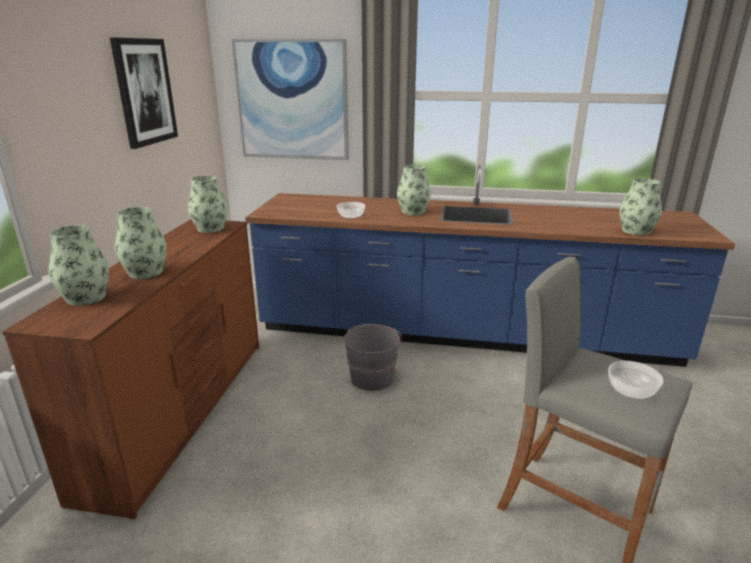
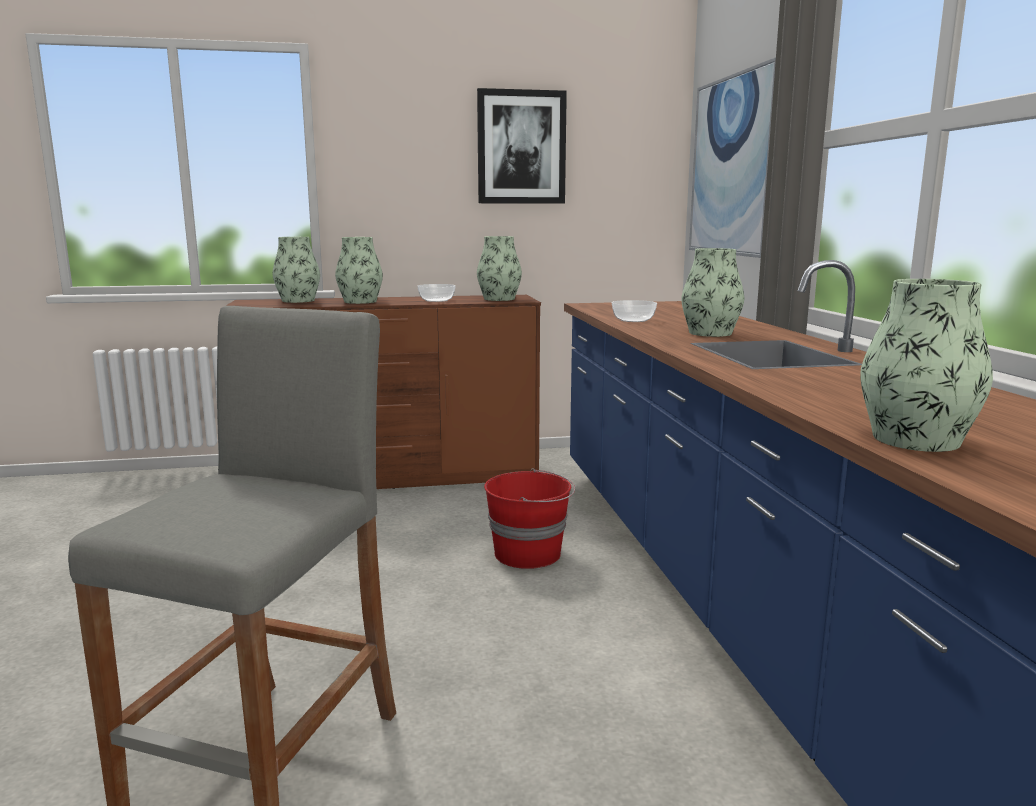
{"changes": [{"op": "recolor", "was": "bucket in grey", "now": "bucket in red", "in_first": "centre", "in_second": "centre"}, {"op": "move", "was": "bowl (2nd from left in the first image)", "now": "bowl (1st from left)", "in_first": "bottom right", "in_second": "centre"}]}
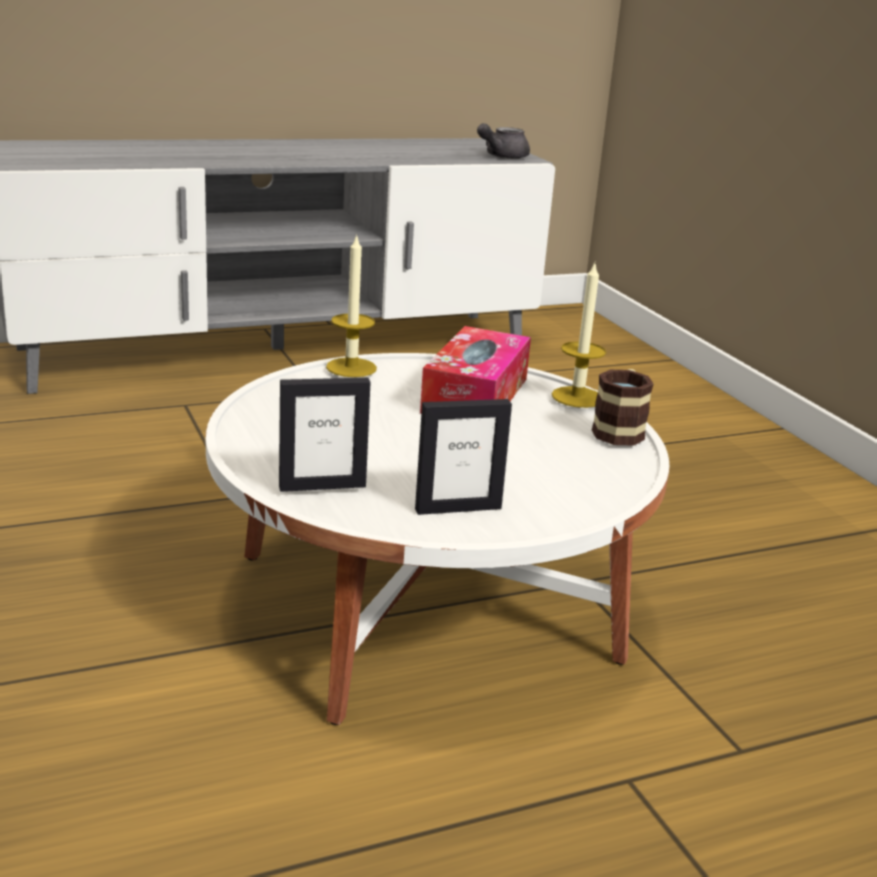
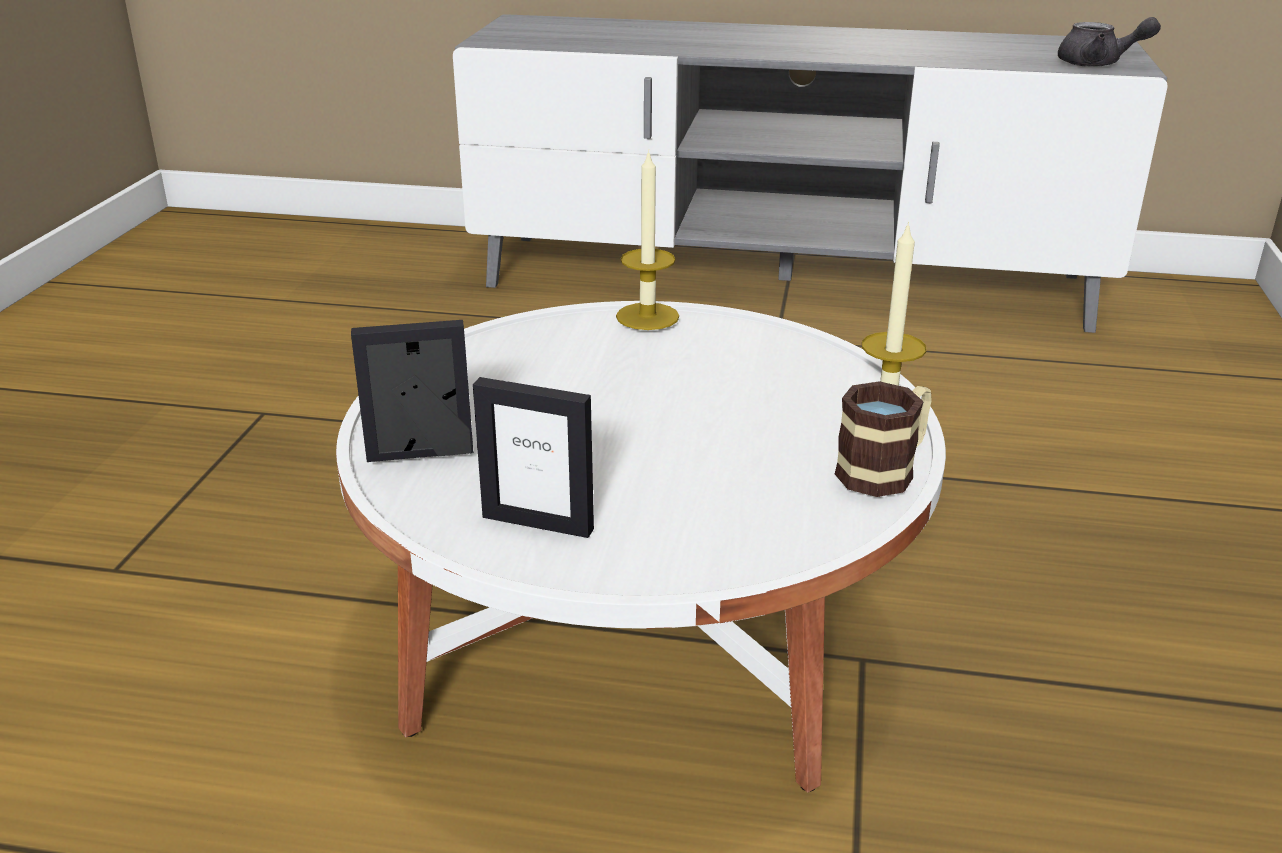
{"changes": [{"op": "rotate", "was": "picture frame (1st from left)", "in_first": "centre", "in_second": "middle left", "clockwise": 150}, {"op": "delete", "was": "tissue box", "in_first": "centre"}, {"op": "rotate", "was": "teapot in grey", "in_first": "top centre", "in_second": "top right", "clockwise": -150}]}
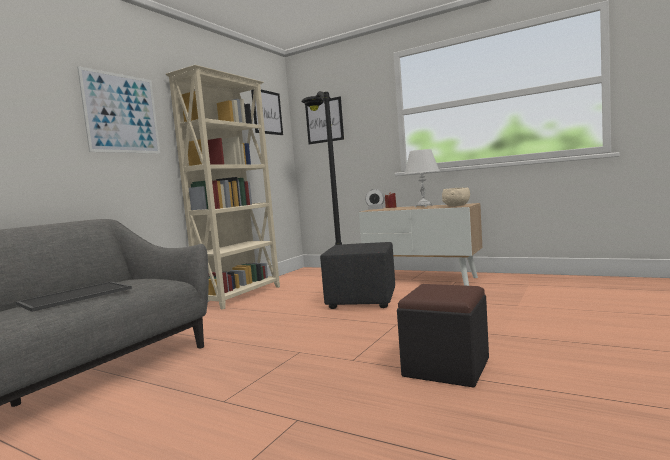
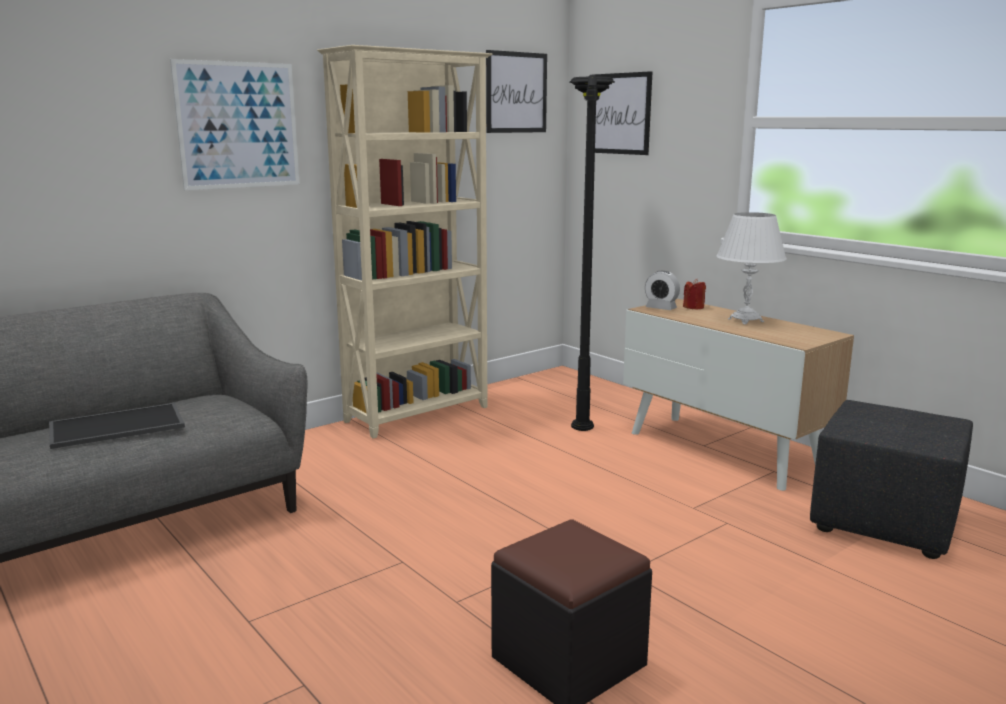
{"changes": [{"op": "move", "was": "ottoman in black (1st from left in the first image)", "now": "ottoman in black (2nd from left)", "in_first": "centre", "in_second": "bottom right"}, {"op": "delete", "was": "bowl in beige", "in_first": "middle right"}]}
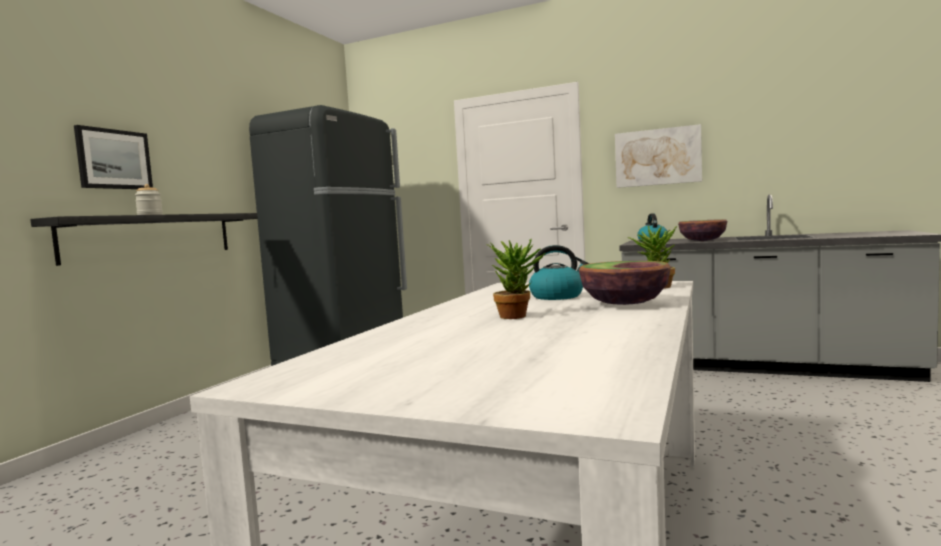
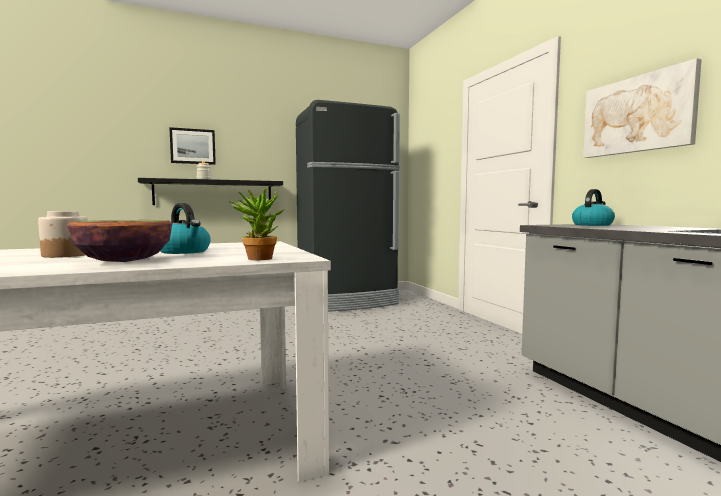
{"changes": [{"op": "replace", "was": "potted plant (1st from left)", "now": "jar (1st from left)", "in_first": "centre", "in_second": "middle left"}, {"op": "delete", "was": "bowl (2nd from left)", "in_first": "middle right"}]}
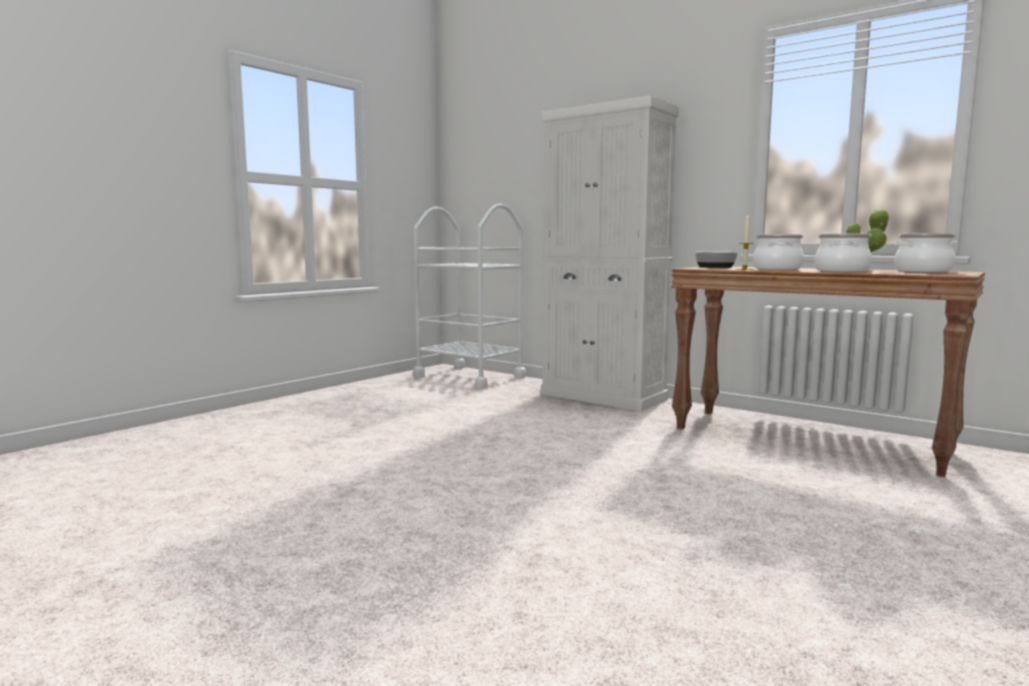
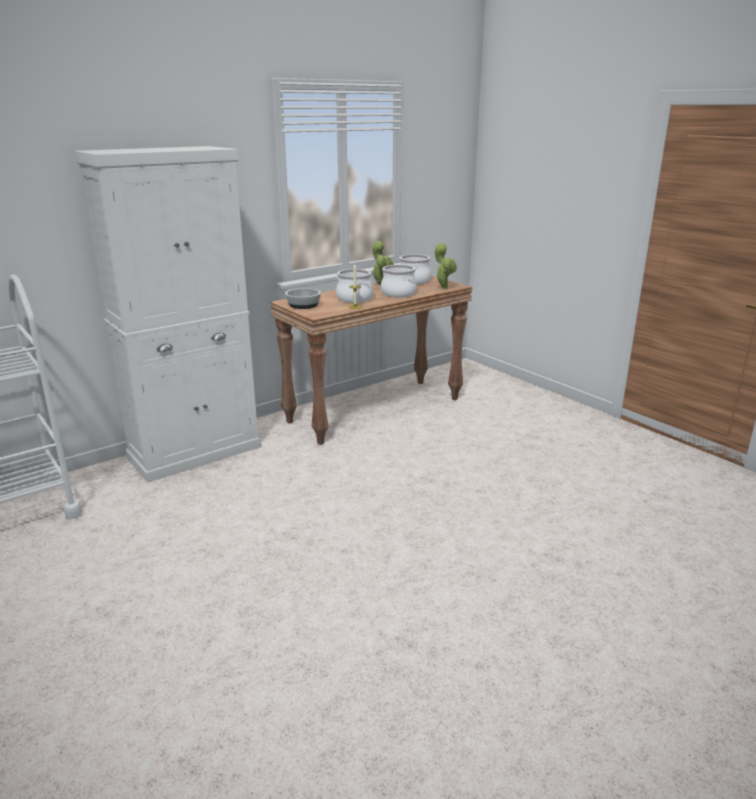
{"changes": [{"op": "insert", "now": "potted plant (2nd from left)", "in_second": "top centre"}]}
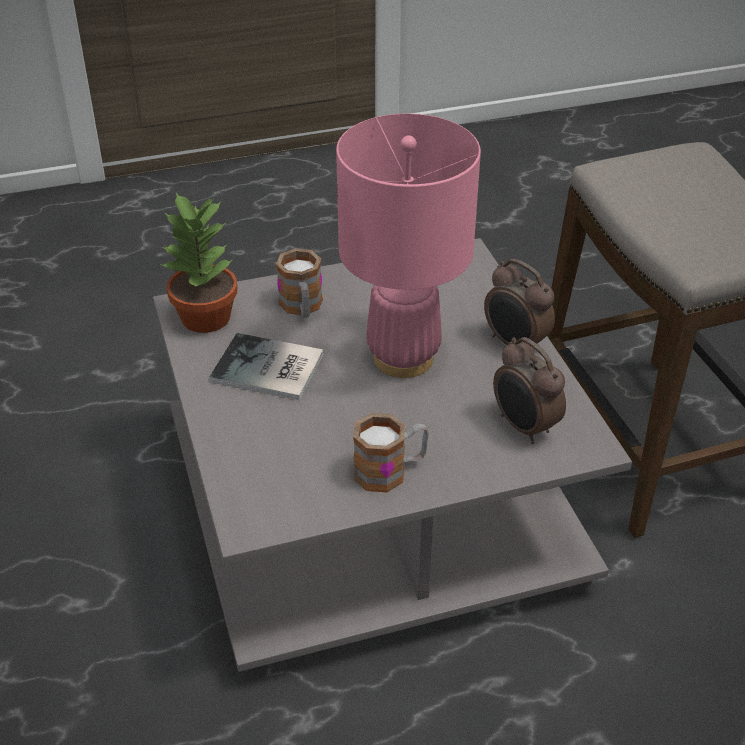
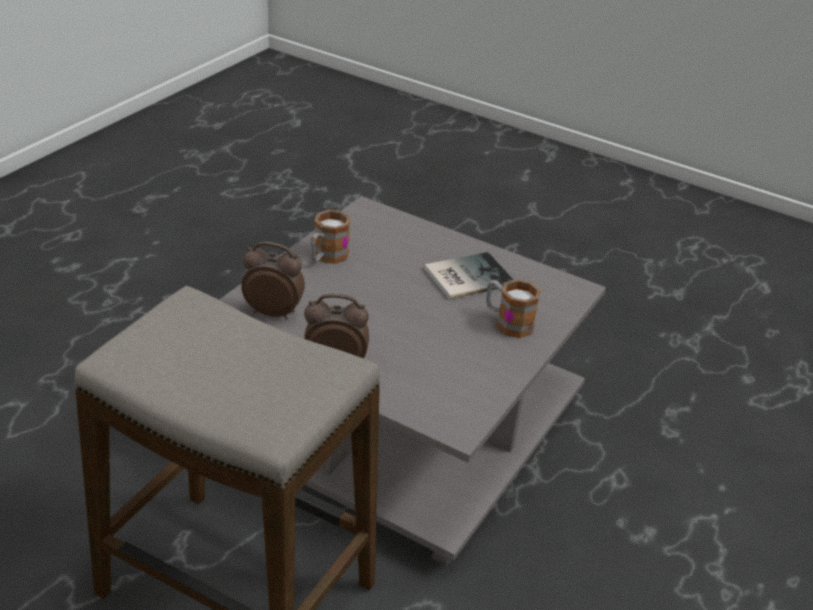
{"changes": [{"op": "delete", "was": "potted plant", "in_first": "middle left"}, {"op": "delete", "was": "table lamp in pink", "in_first": "top centre"}]}
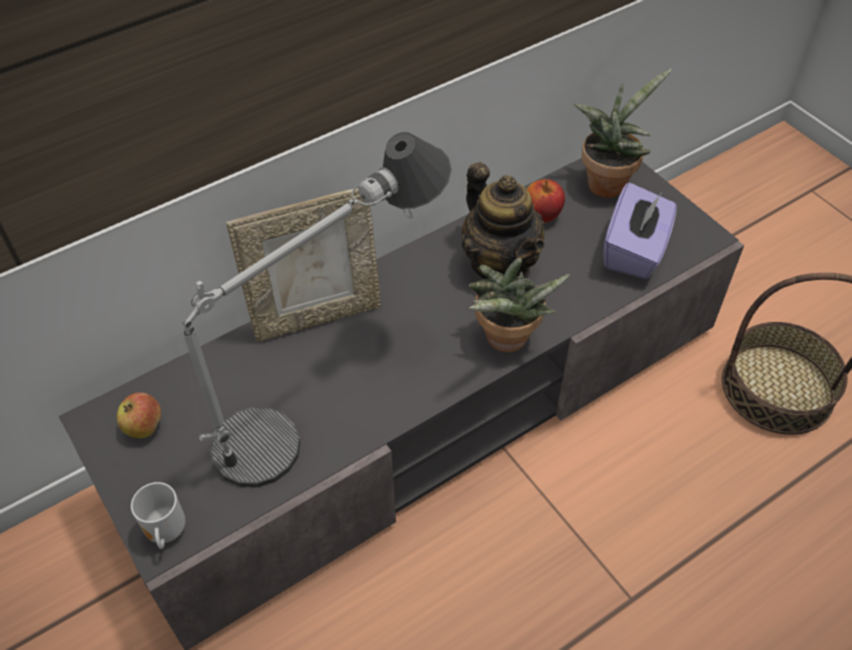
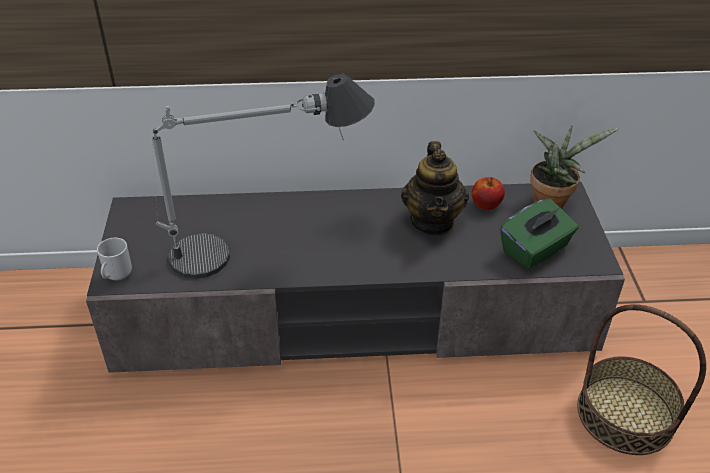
{"changes": [{"op": "delete", "was": "apple (1st from left)", "in_first": "middle left"}, {"op": "delete", "was": "picture frame", "in_first": "centre"}, {"op": "delete", "was": "potted plant (1st from left)", "in_first": "centre"}, {"op": "recolor", "was": "tissue box in purple", "now": "tissue box in green", "in_first": "middle right", "in_second": "middle right"}]}
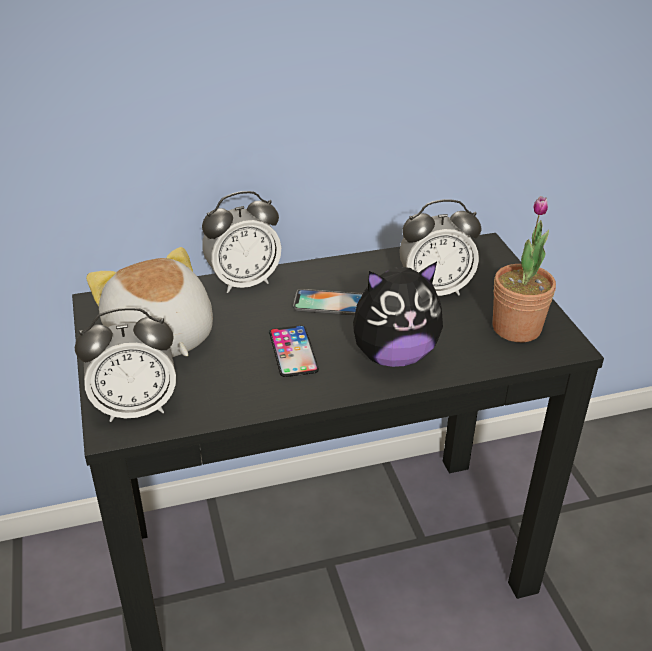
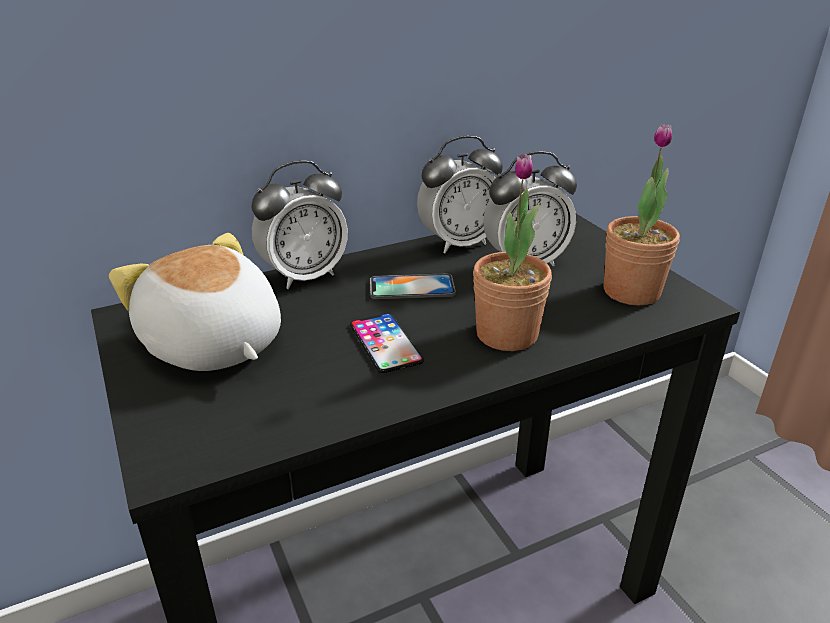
{"changes": [{"op": "move", "was": "alarm clock (1st from left in the first image)", "now": "alarm clock (2nd from left)", "in_first": "middle left", "in_second": "top centre"}, {"op": "replace", "was": "plush toy (2nd from left)", "now": "potted plant (1st from left)", "in_first": "centre", "in_second": "centre"}]}
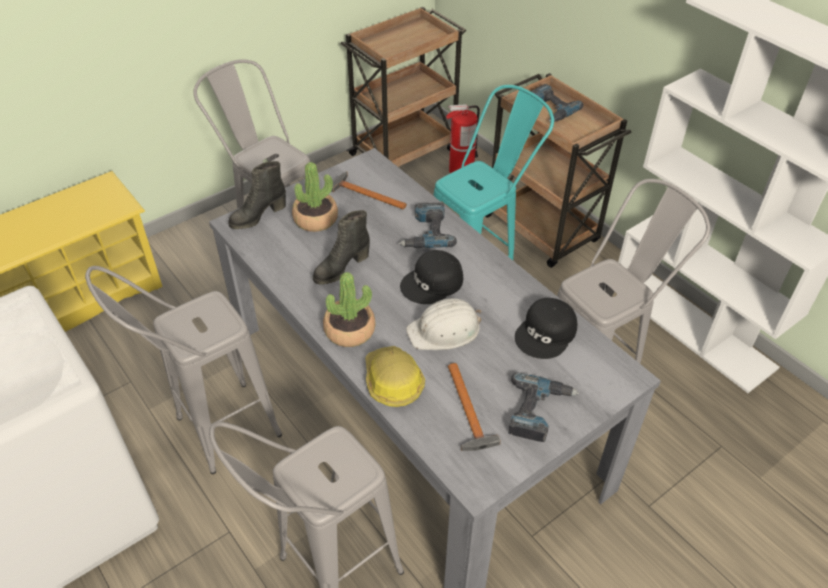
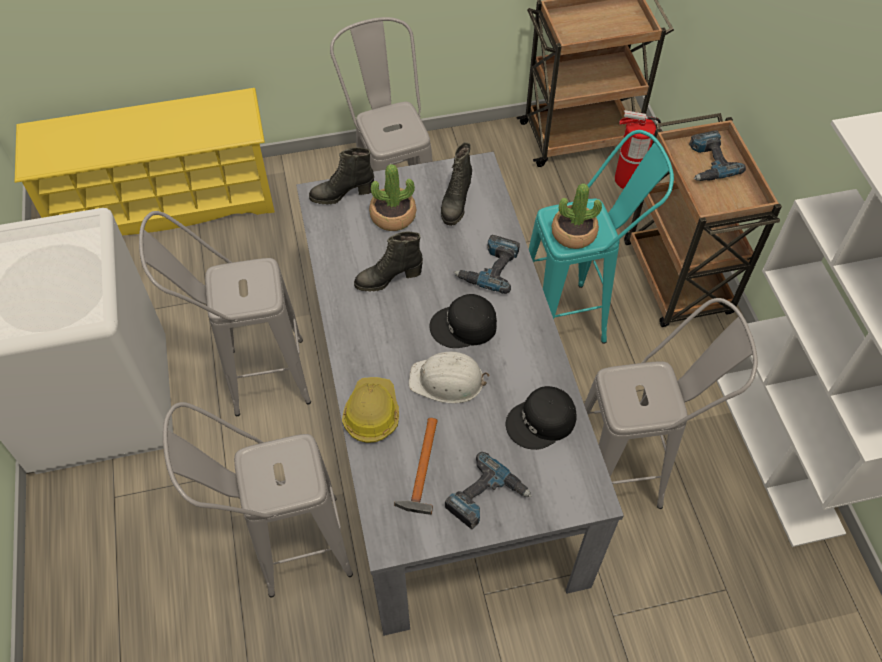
{"changes": [{"op": "move", "was": "potted plant (2nd from left)", "in_first": "centre", "in_second": "top centre"}, {"op": "replace", "was": "hammer (1st from left)", "now": "boot in black (3rd from left)", "in_first": "top centre", "in_second": "top centre"}]}
